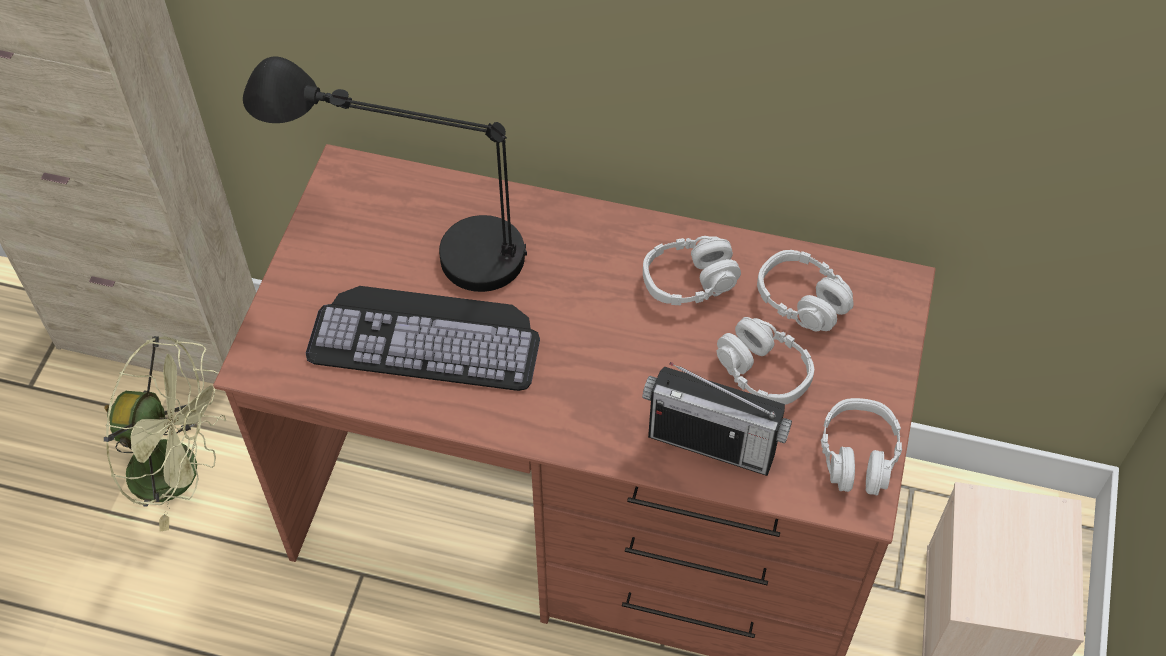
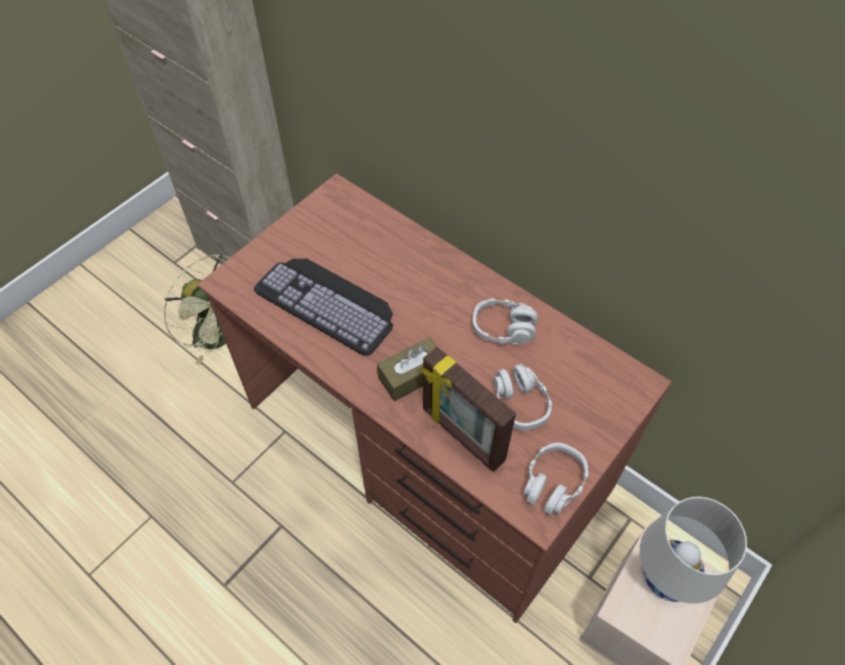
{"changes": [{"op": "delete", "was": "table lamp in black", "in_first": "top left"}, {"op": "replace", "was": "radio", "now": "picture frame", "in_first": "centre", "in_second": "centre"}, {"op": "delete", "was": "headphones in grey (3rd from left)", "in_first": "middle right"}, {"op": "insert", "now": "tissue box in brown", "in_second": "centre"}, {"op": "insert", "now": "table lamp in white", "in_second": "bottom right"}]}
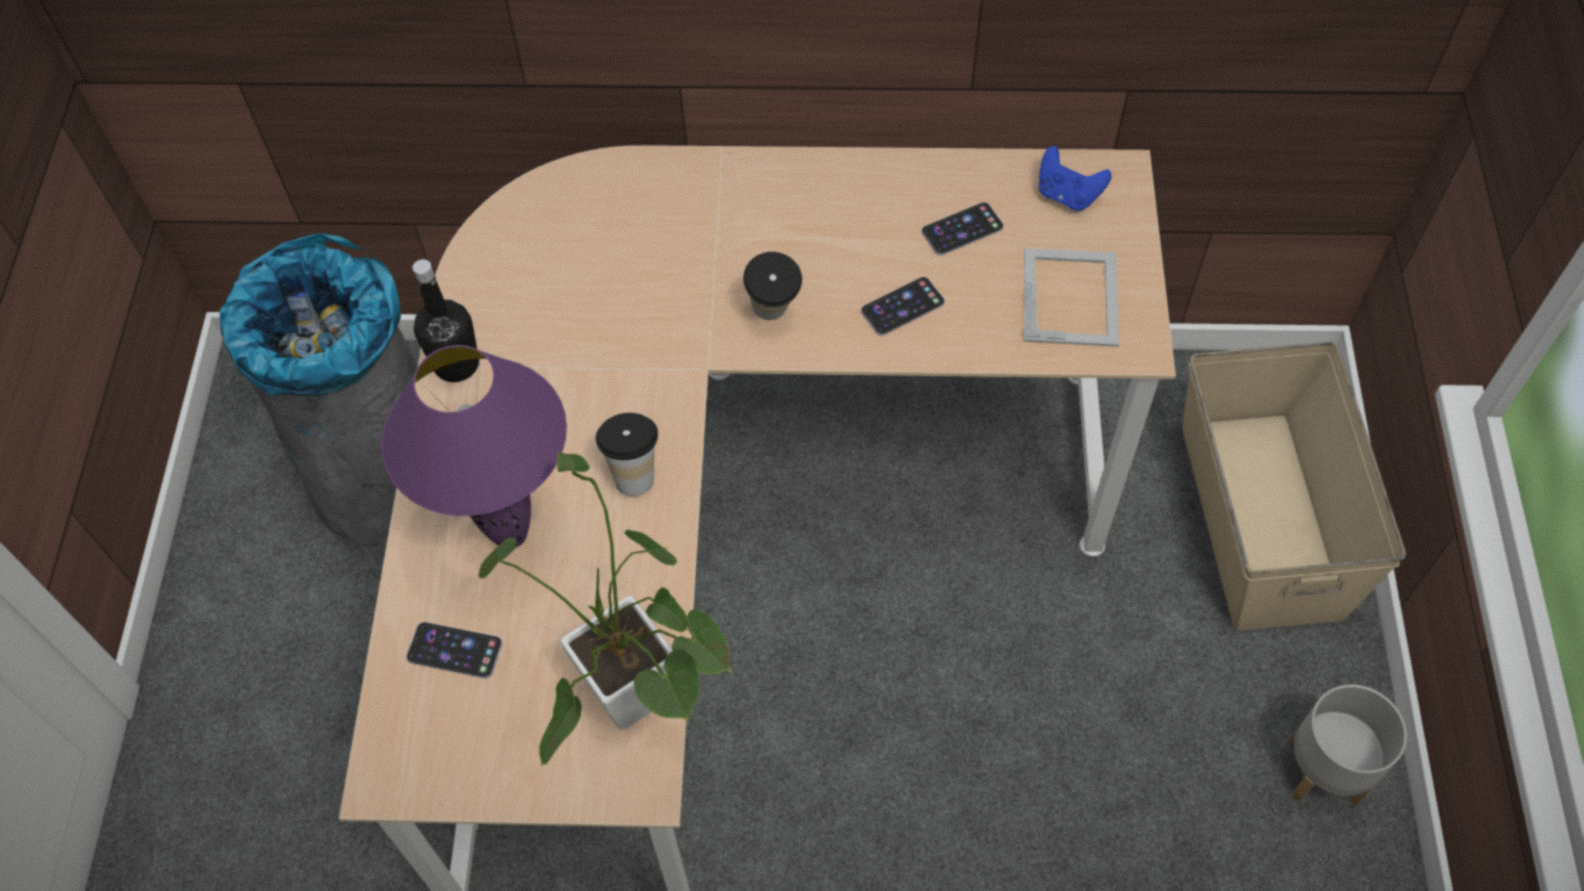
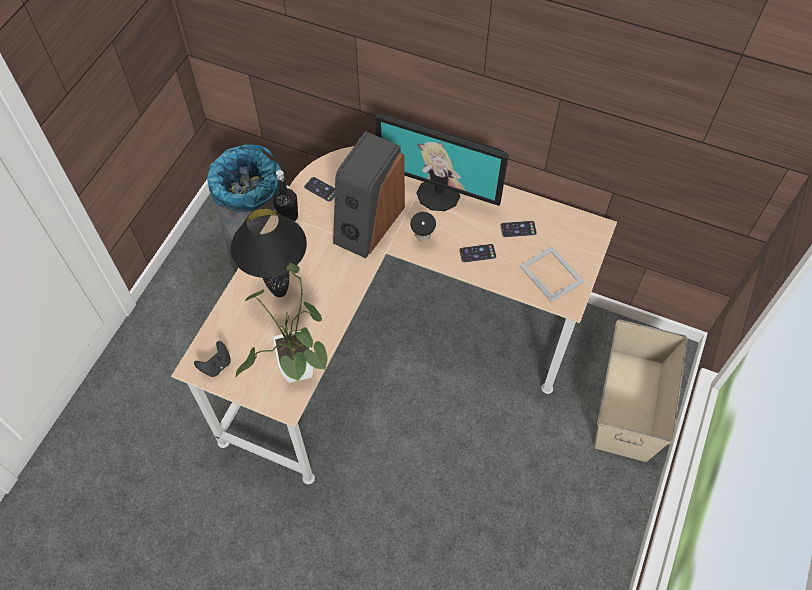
{"changes": [{"op": "recolor", "was": "table lamp in purple", "now": "table lamp in black", "in_first": "middle left", "in_second": "middle left"}, {"op": "move", "was": "phone (1st from left)", "in_first": "bottom left", "in_second": "top centre"}, {"op": "delete", "was": "cup (1st from left)", "in_first": "centre"}, {"op": "rotate", "was": "picture frame", "in_first": "middle right", "in_second": "middle right", "clockwise": -60}, {"op": "delete", "was": "game controller in blue", "in_first": "top right"}, {"op": "delete", "was": "planter in grey", "in_first": "bottom right"}, {"op": "insert", "now": "game controller in black", "in_second": "middle left"}, {"op": "insert", "now": "speaker", "in_second": "top centre"}, {"op": "insert", "now": "monitor", "in_second": "top centre"}]}
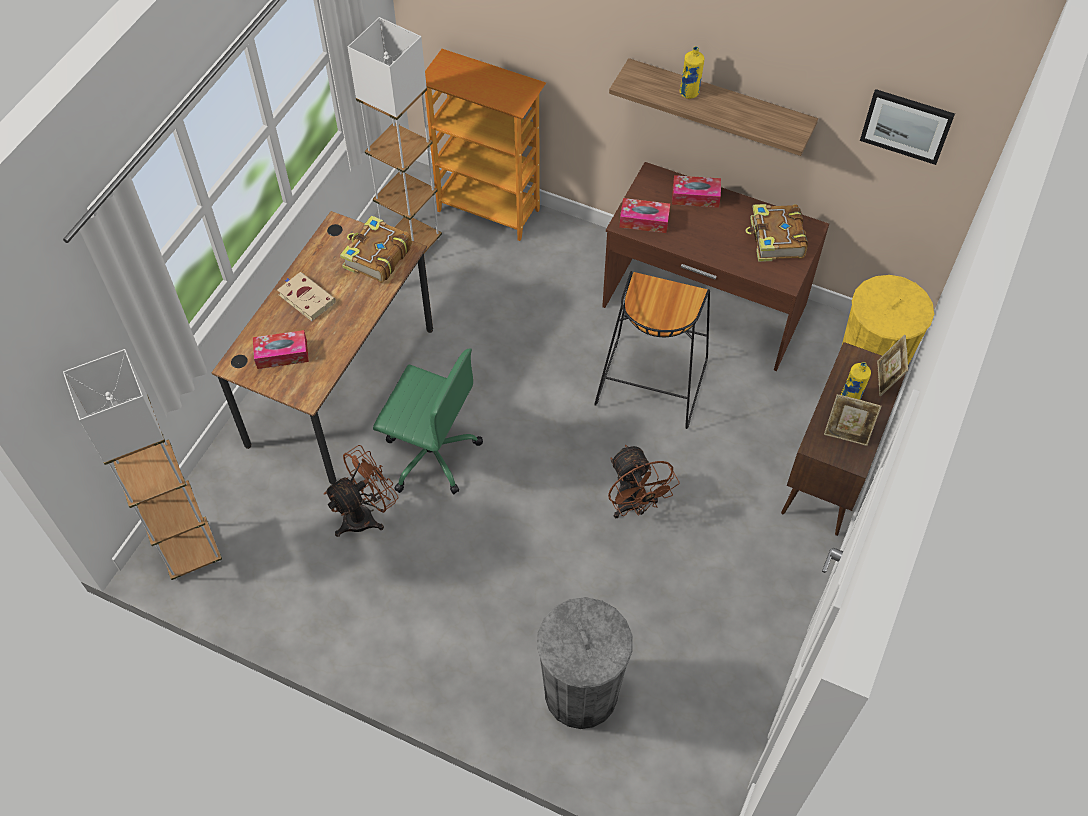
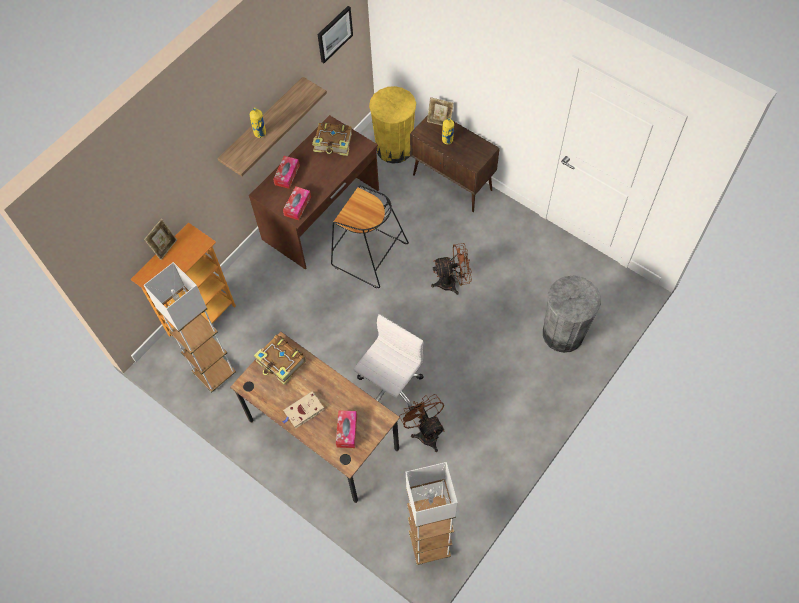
{"changes": [{"op": "recolor", "was": "office chair in green", "now": "office chair in white", "in_first": "centre", "in_second": "centre"}, {"op": "move", "was": "picture frame (1st from left)", "in_first": "middle right", "in_second": "middle left"}]}
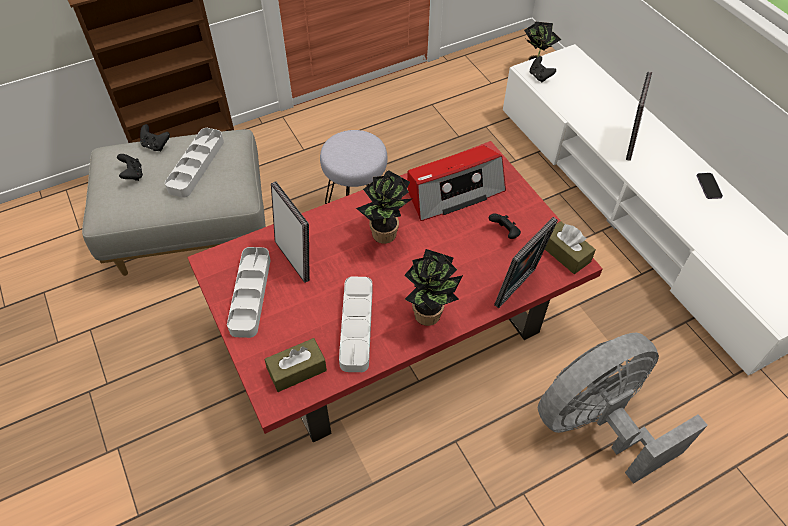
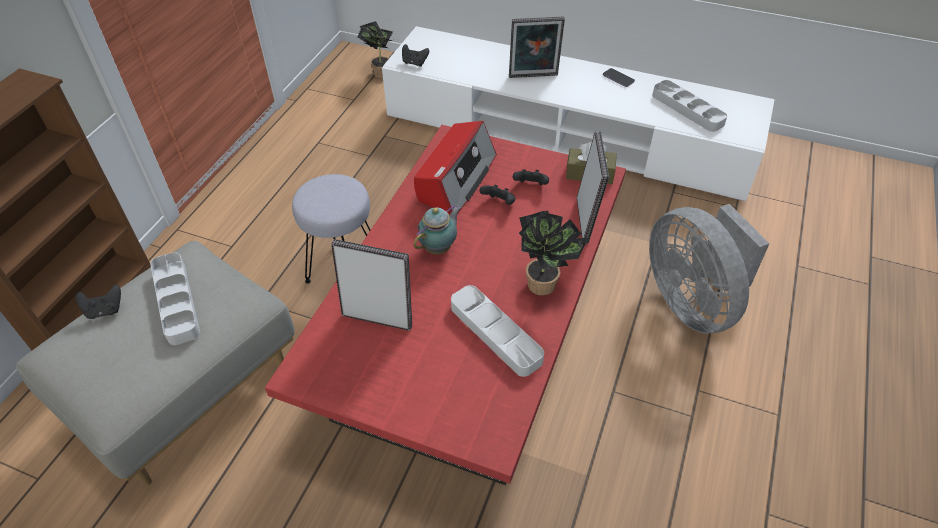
{"changes": [{"op": "move", "was": "game controller in black (1st from left in the first image)", "now": "game controller in black (3rd from left)", "in_first": "top left", "in_second": "centre"}, {"op": "move", "was": "tray in grey (2nd from left in the first image)", "now": "tray in grey (3rd from left)", "in_first": "middle left", "in_second": "top right"}, {"op": "delete", "was": "tissue box in brown (1st from left)", "in_first": "bottom centre"}, {"op": "replace", "was": "potted plant (1st from left)", "now": "teapot", "in_first": "centre", "in_second": "centre"}, {"op": "rotate", "was": "fan in grey", "in_first": "bottom right", "in_second": "middle right", "clockwise": -45}, {"op": "rotate", "was": "picture frame (3rd from left in the first image)", "in_first": "top right", "in_second": "top centre", "clockwise": -75}]}
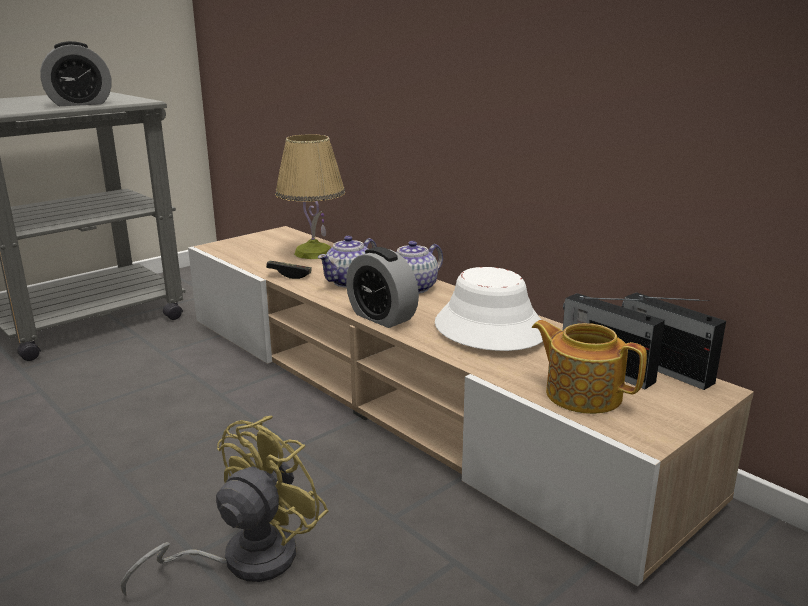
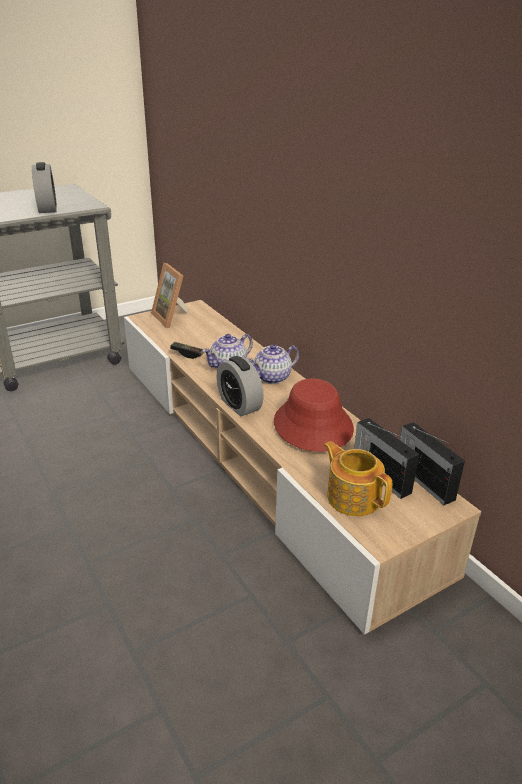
{"changes": [{"op": "rotate", "was": "alarm clock (1st from left)", "in_first": "top left", "in_second": "top left", "clockwise": -90}, {"op": "delete", "was": "fan in yellow", "in_first": "bottom left"}, {"op": "delete", "was": "table lamp", "in_first": "top centre"}, {"op": "recolor", "was": "hat in white", "now": "hat in red", "in_first": "centre", "in_second": "centre"}, {"op": "insert", "now": "picture frame", "in_second": "middle left"}]}
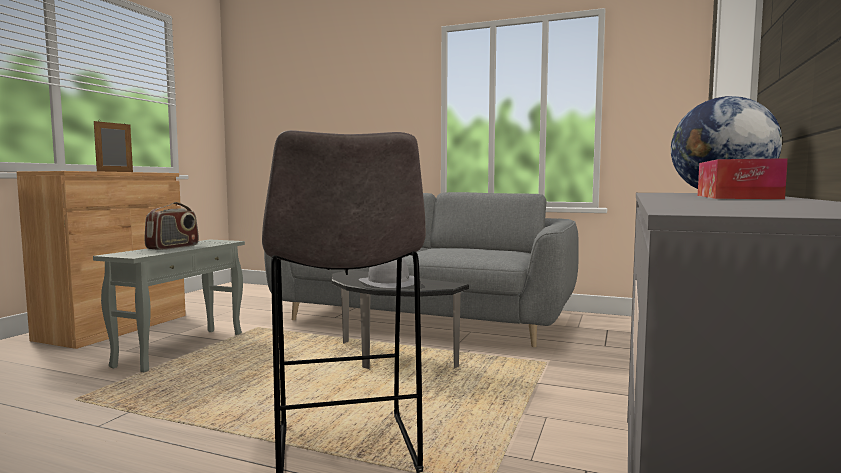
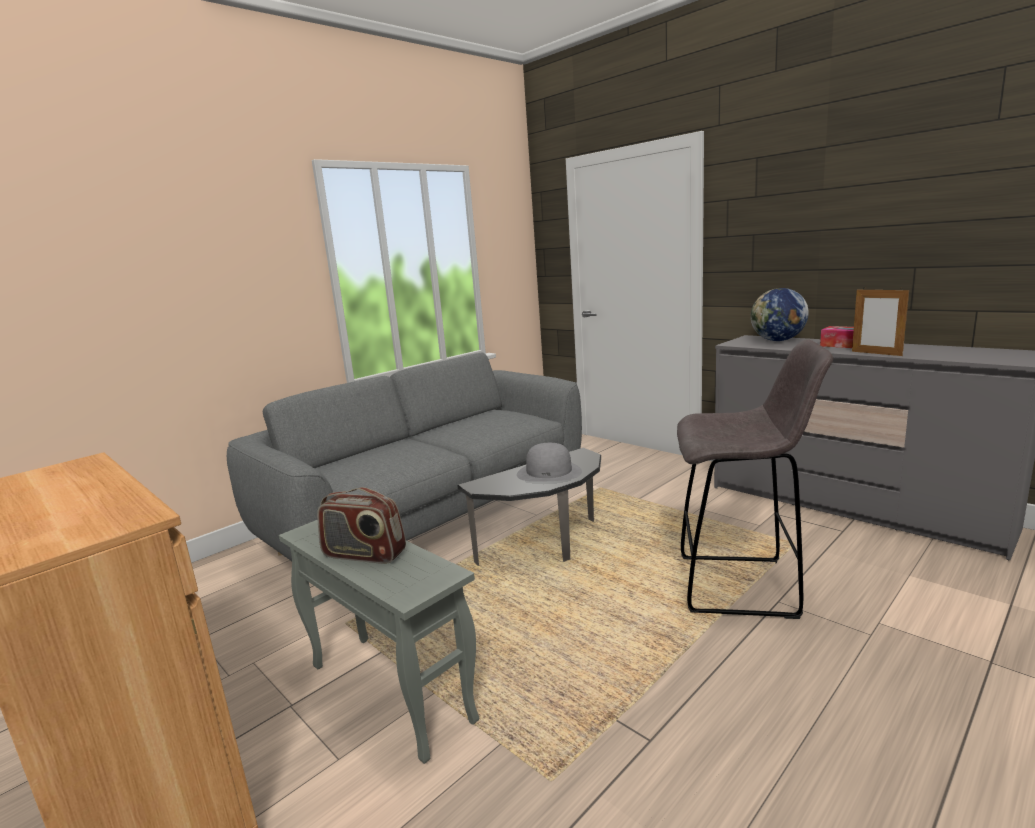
{"changes": [{"op": "move", "was": "picture frame", "in_first": "top left", "in_second": "middle right"}, {"op": "rotate", "was": "radio", "in_first": "middle left", "in_second": "centre", "clockwise": 150}]}
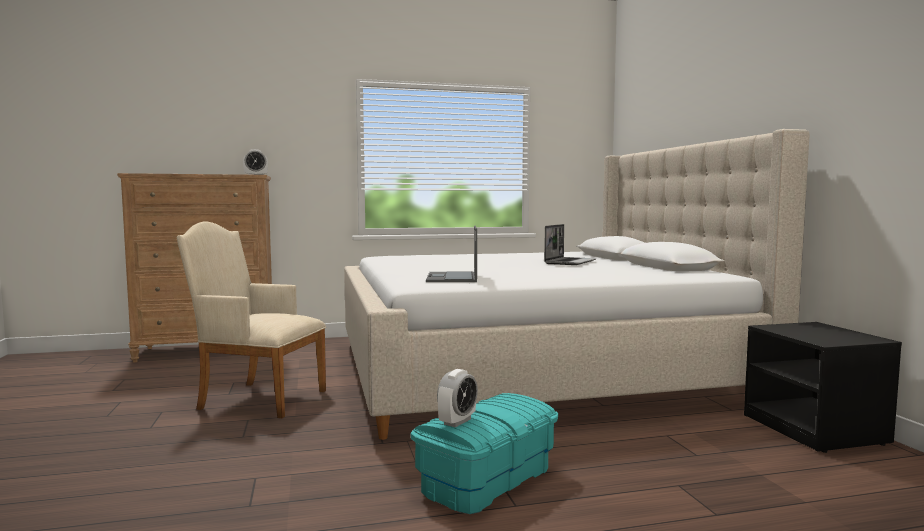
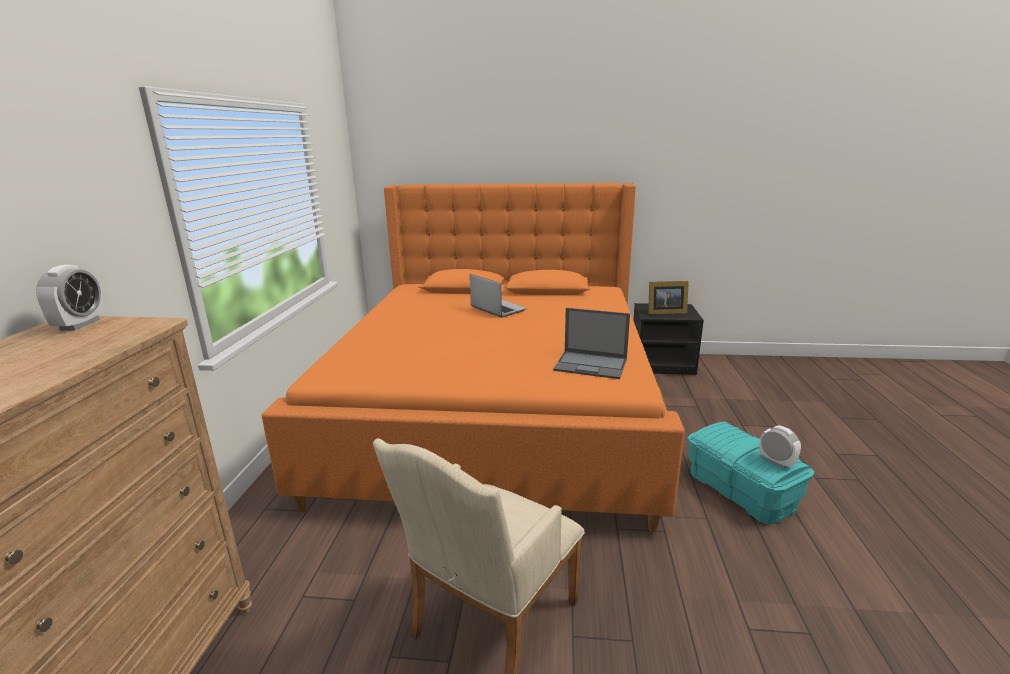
{"changes": [{"op": "recolor", "was": "bed in beige", "now": "bed in orange", "in_first": "centre", "in_second": "centre"}, {"op": "insert", "now": "picture frame", "in_second": "centre"}]}
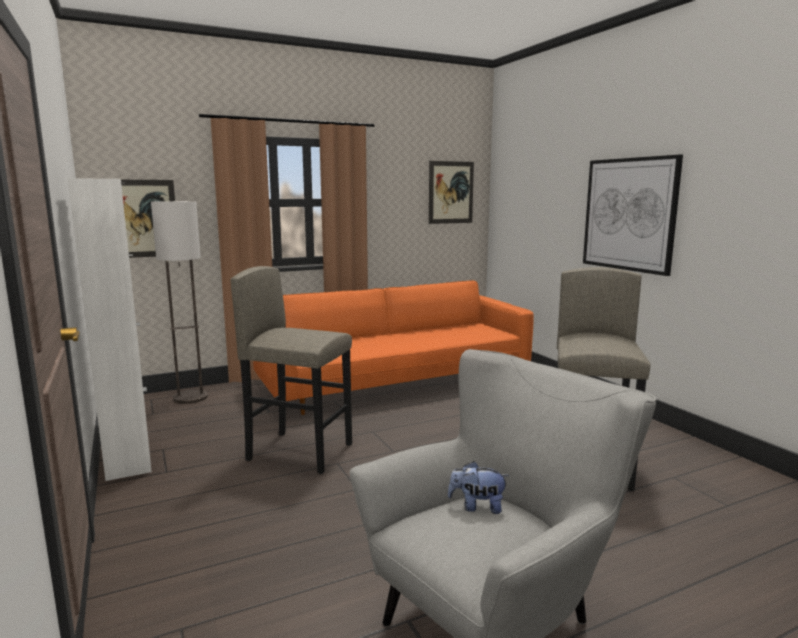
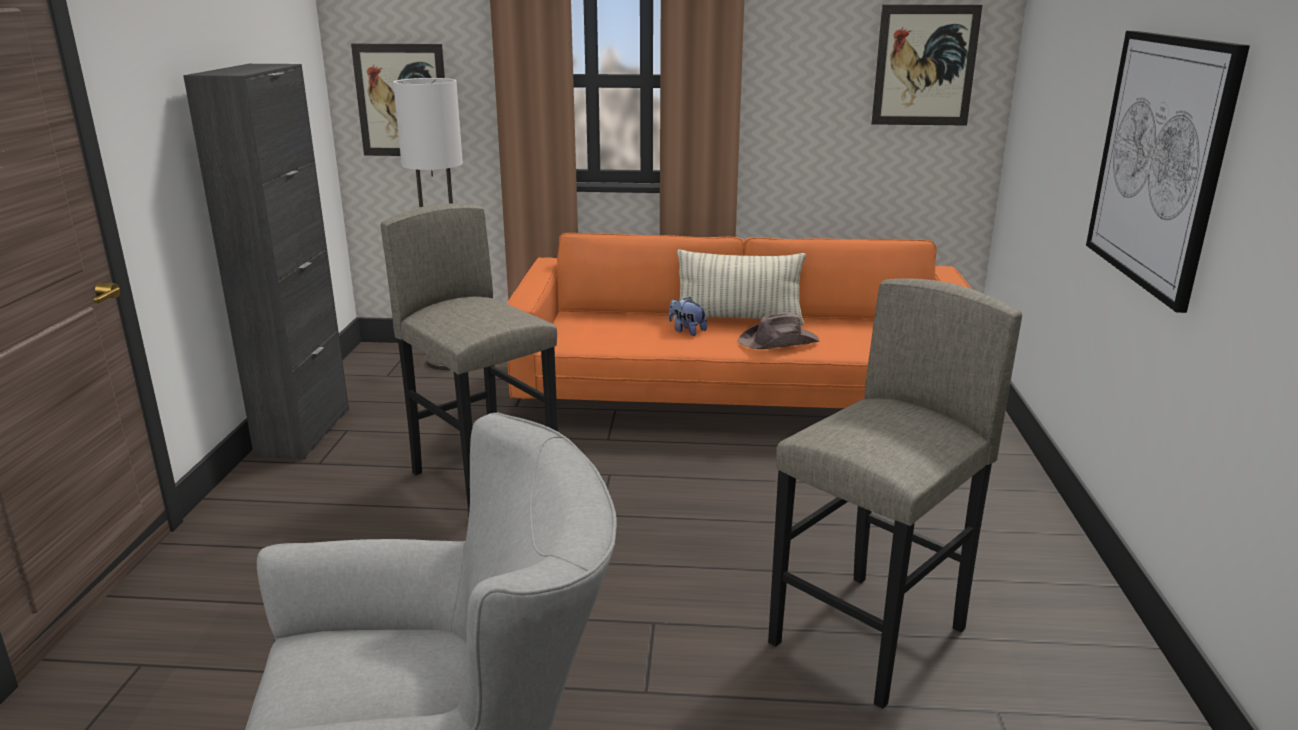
{"changes": [{"op": "recolor", "was": "cabinet in white", "now": "cabinet in black", "in_first": "middle left", "in_second": "middle left"}, {"op": "move", "was": "plush toy", "in_first": "bottom centre", "in_second": "centre"}, {"op": "insert", "now": "pillow", "in_second": "centre"}, {"op": "insert", "now": "hat in brown", "in_second": "centre"}]}
